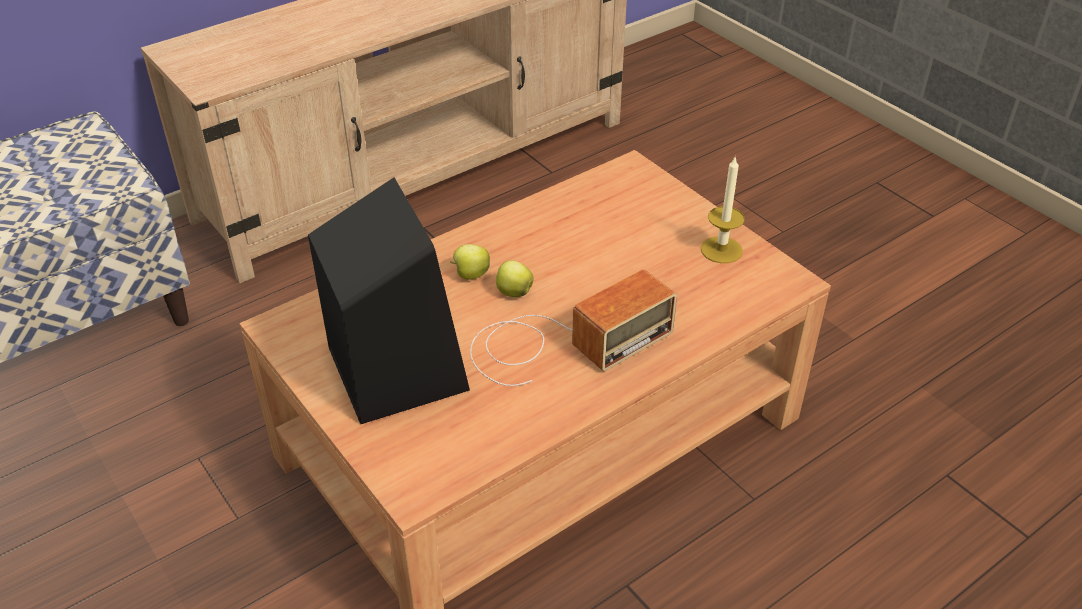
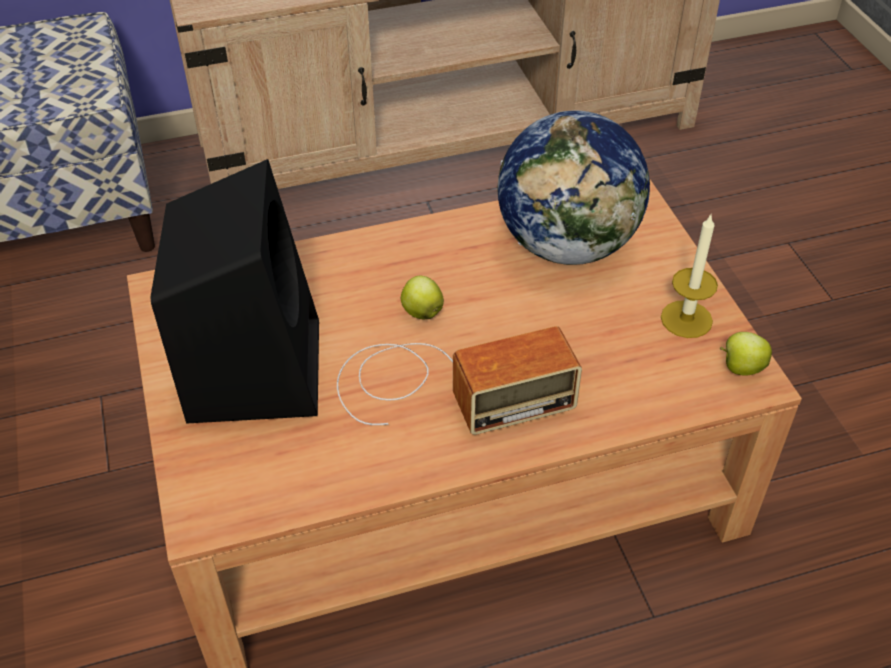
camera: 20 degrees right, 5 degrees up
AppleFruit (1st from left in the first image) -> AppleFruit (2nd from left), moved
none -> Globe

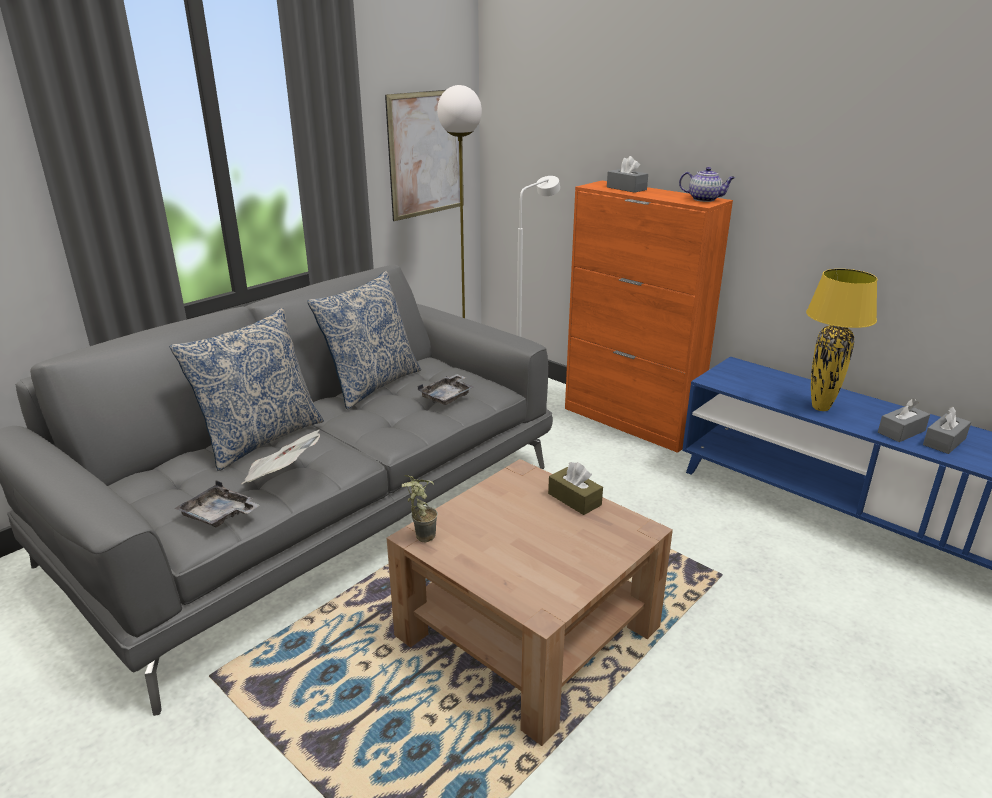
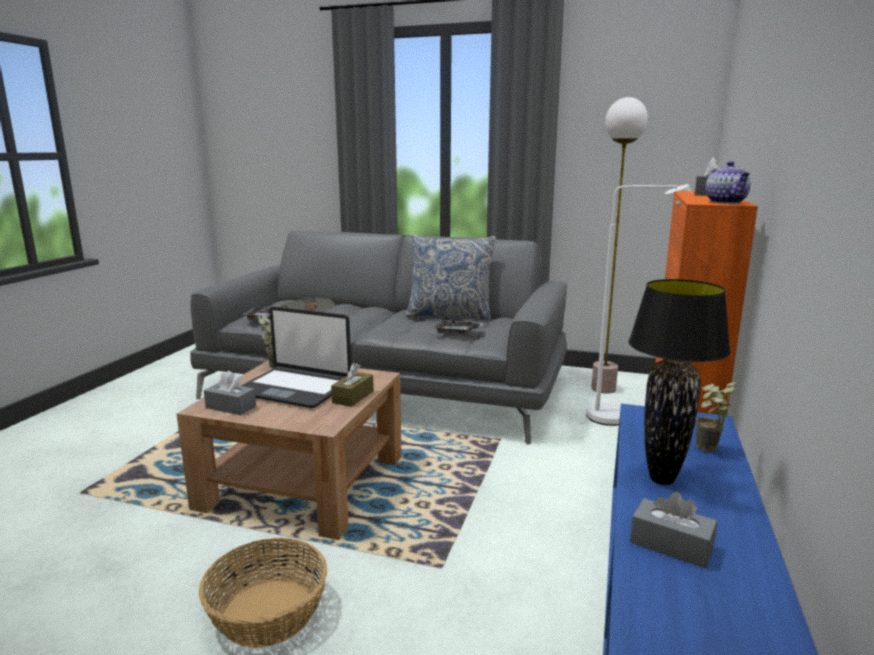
camera: 65 degrees right, 10 degrees down
Pillow (1st from left) -> none
WallPicture -> none
YellowishTabletopLamp -> BlackColouredTabletopLamp
GreyishBoxOfTissues (3rd from left in the first image) -> GreyishBoxOfTissues (1st from left), moved
none -> HouseholdBasket
none -> PortableComputer
none -> Houseplant (2nd from left)

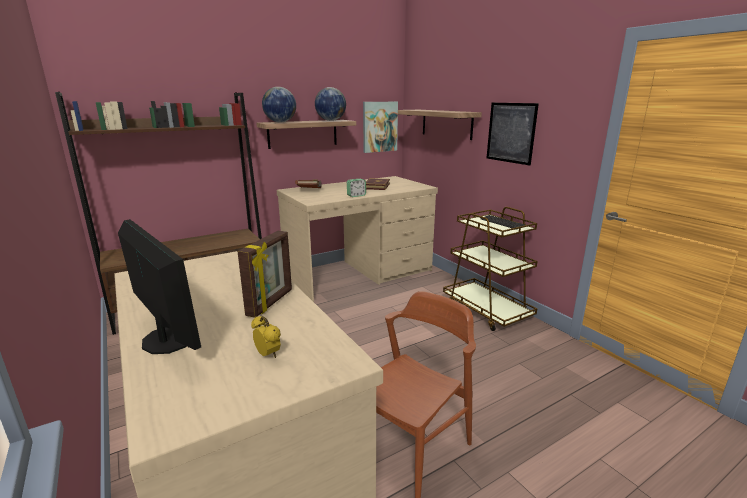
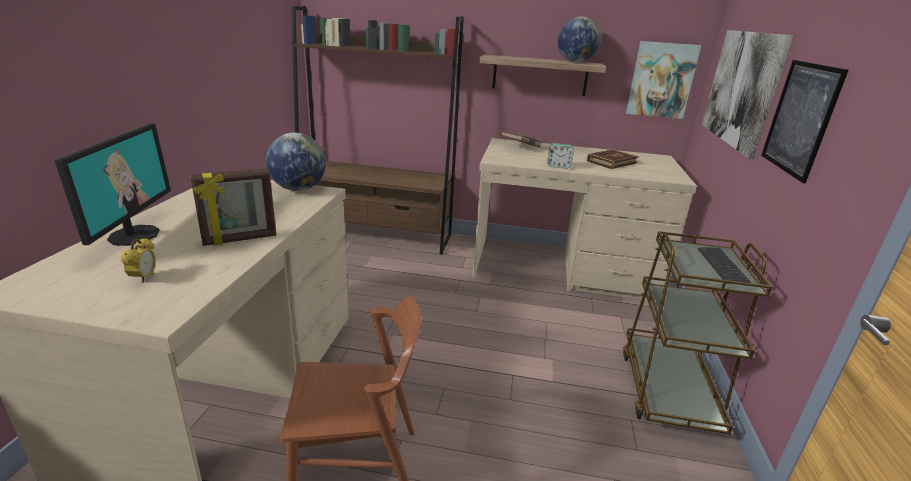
camera: 40 degrees right, 5 degrees up
Globe (1st from left), moved
WallShelf (2nd from left) -> WallPicture (2nd from left)

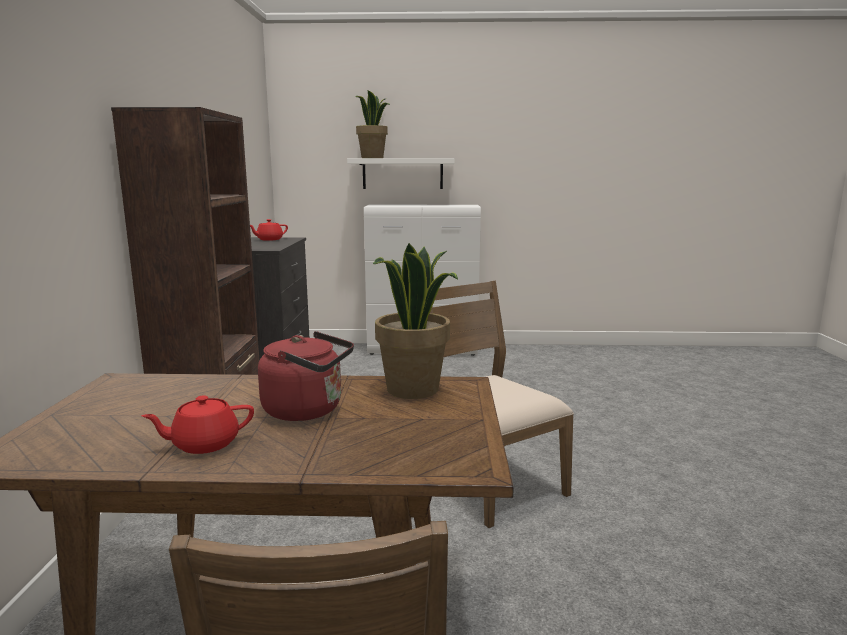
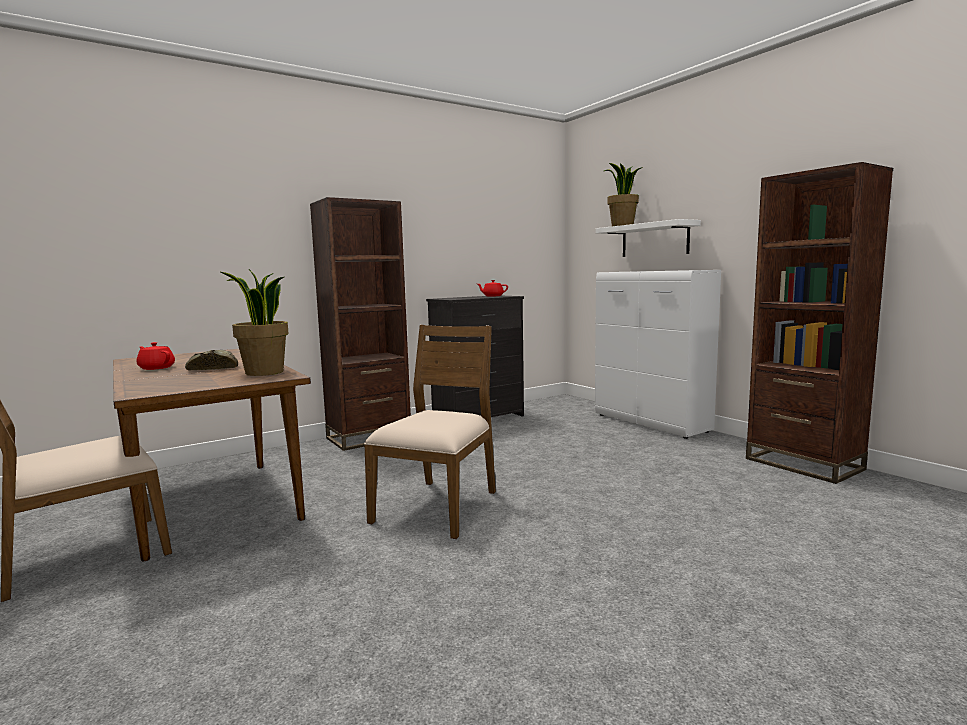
camera: 55 degrees right, 5 degrees down
RedKettle -> BakeryBread
none -> BrownColouredShelvingUnit (2nd from left)

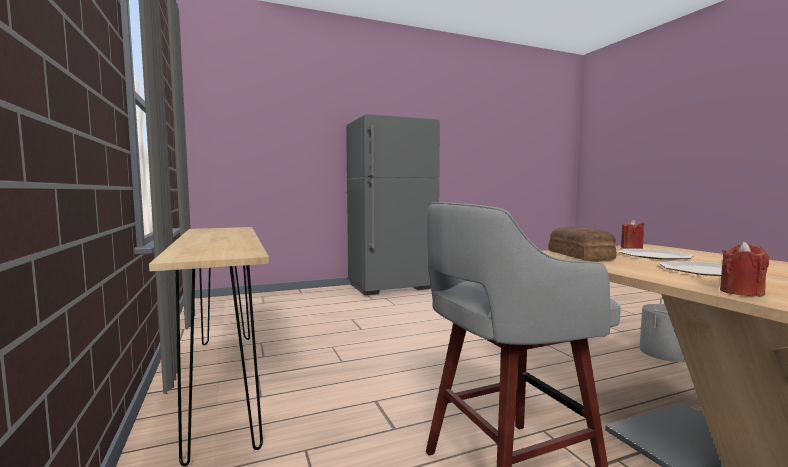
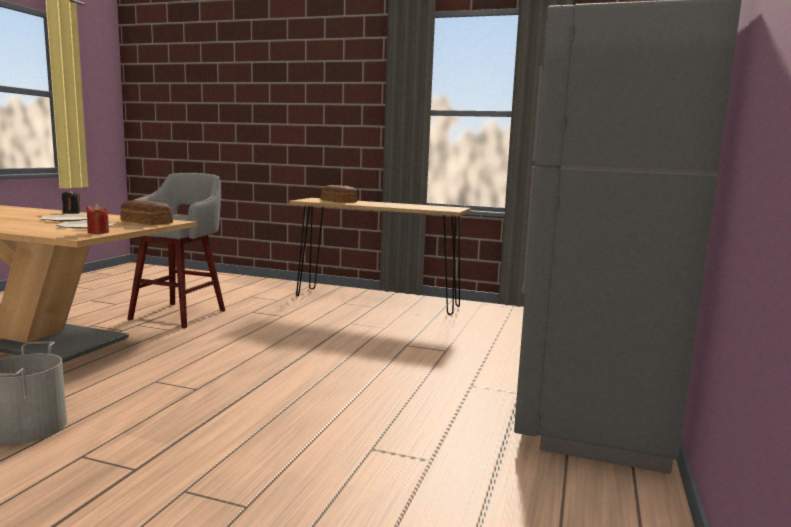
camera: 130 degrees right, 5 degrees up
RedCandle (2nd from left) -> BlackColouredCandle
none -> BakeryBread (2nd from left)

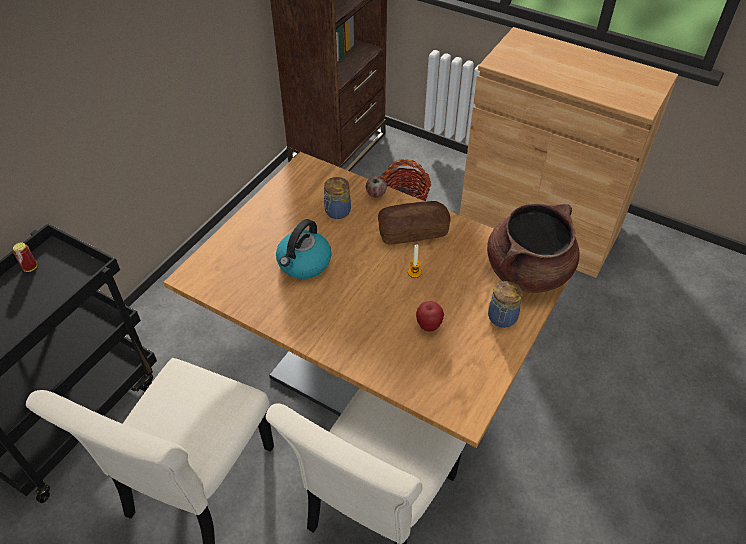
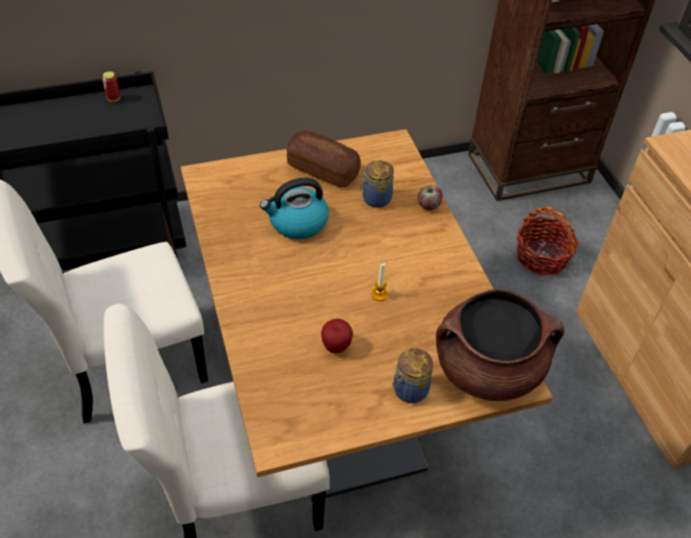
camera: 40 degrees right, 0 degrees up
BakeryBread, moved

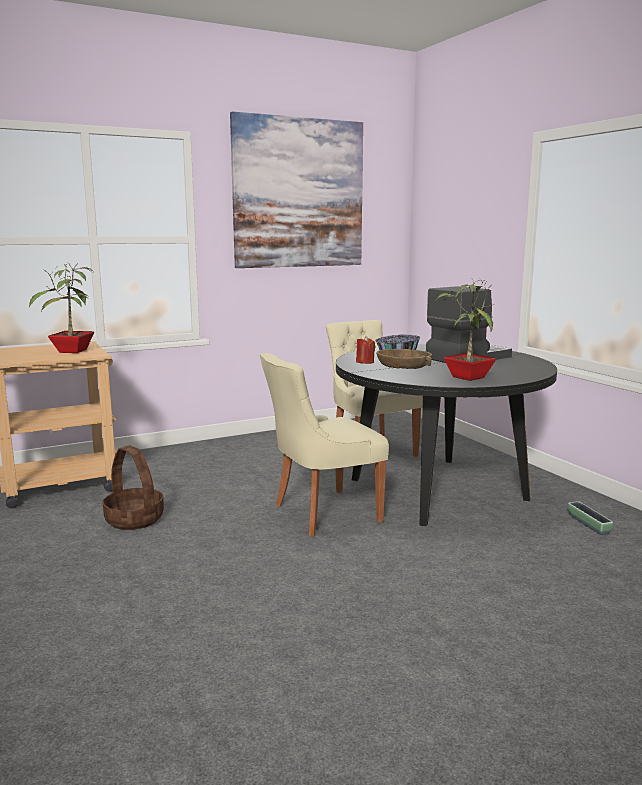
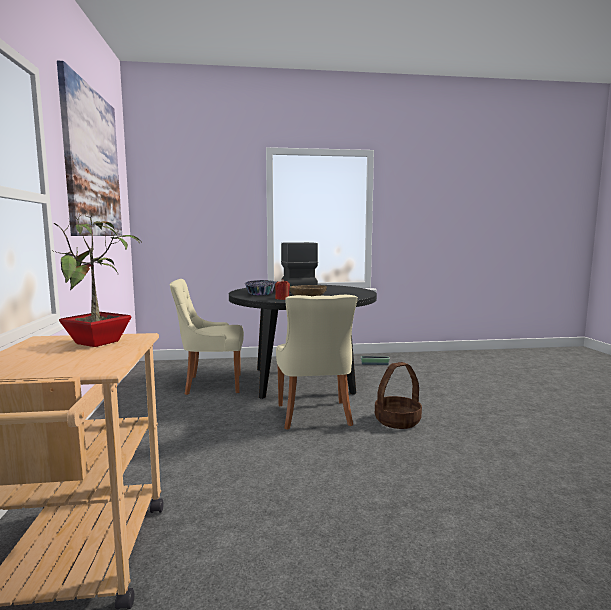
camera: 70 degrees left, 5 degrees down
HouseholdBasket, moved
Houseplant (2nd from left) -> none

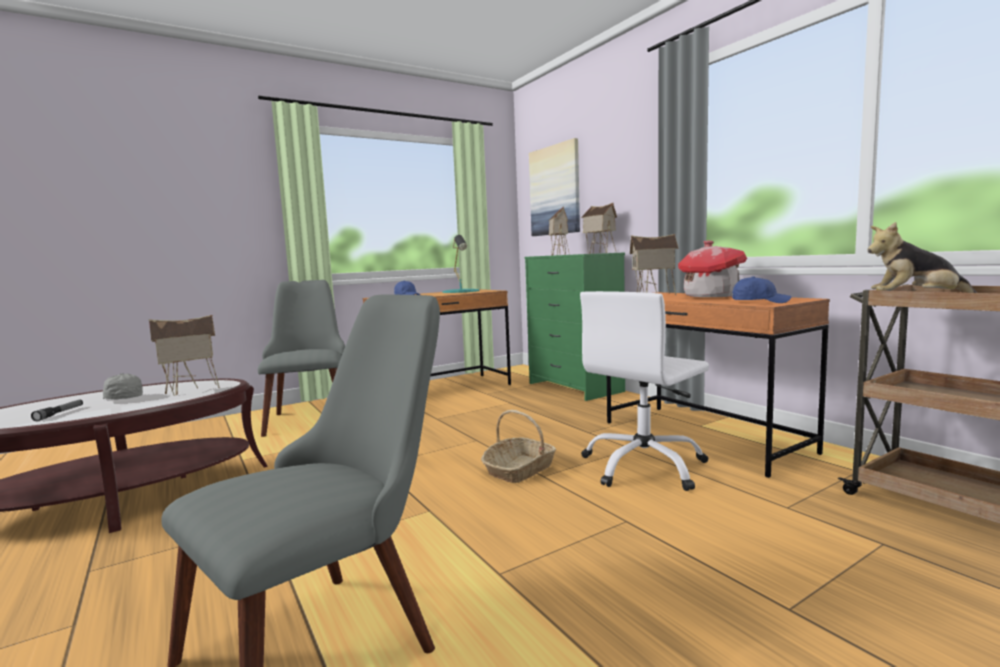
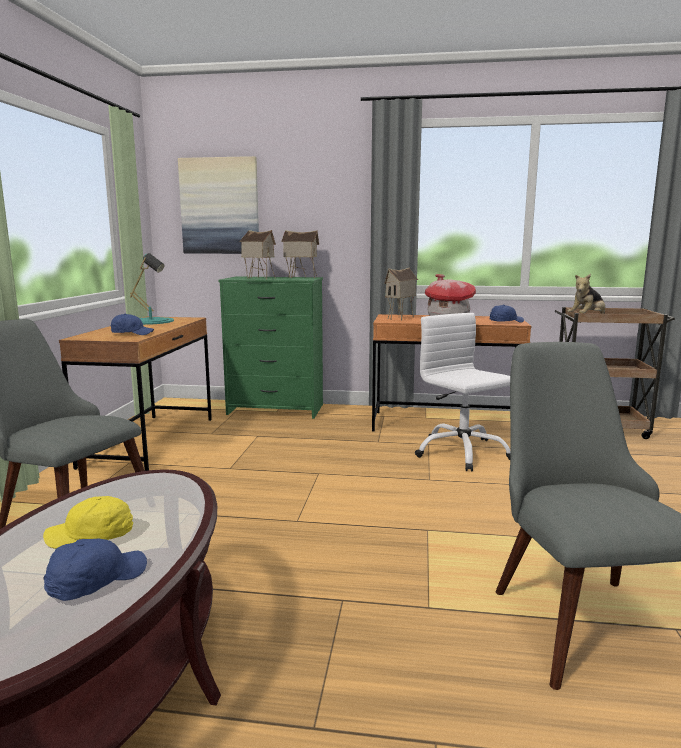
camera: 50 degrees left, 5 degrees up
HandTorch -> BluishCap (1st from left)
GreyishCap -> YellowishCap
ModelHouse (1st from left) -> none
HouseholdBasket -> none
WhitishOfficeChair, 150 degrees clockwise

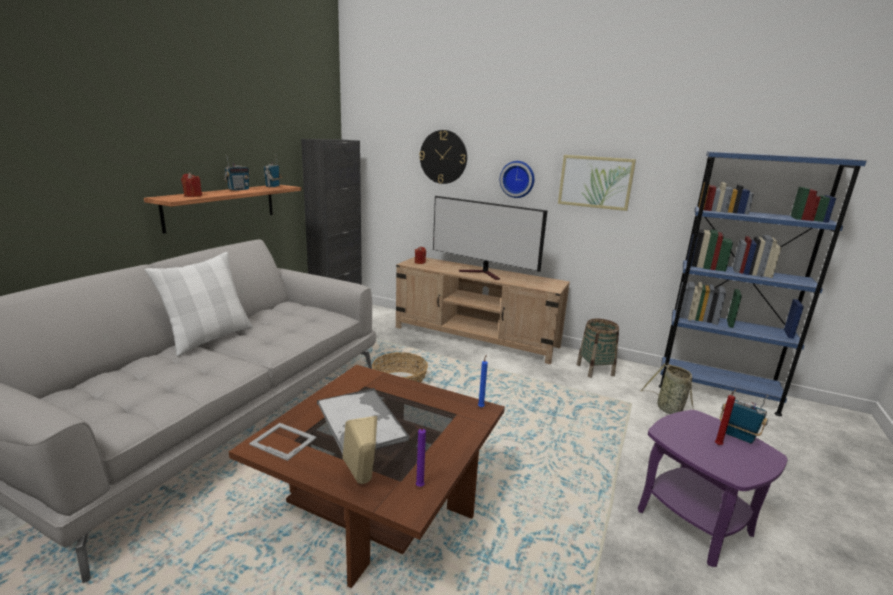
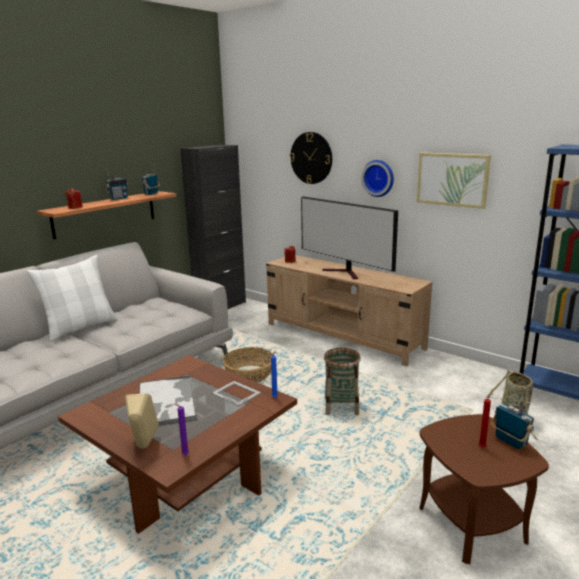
camera: 15 degrees right, 0 degrees up
StandingFrame, moved
HouseholdBasket (2nd from left), moved
PurpleColouredSideTable -> BrownColouredSideTable

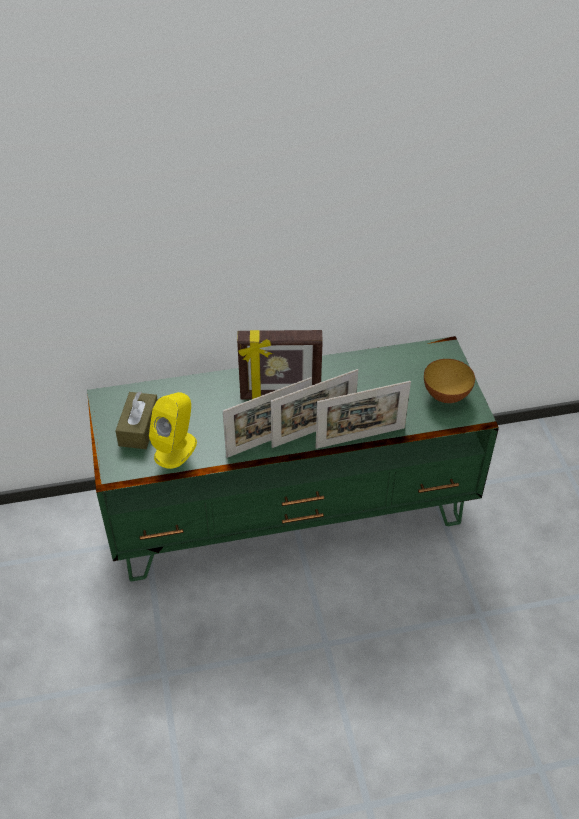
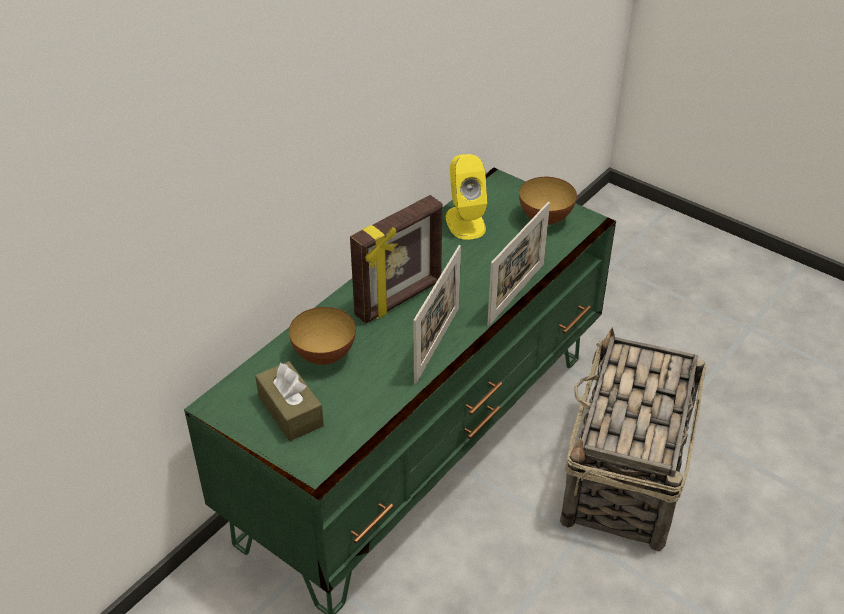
camera: 40 degrees left, 5 degrees down
YellowishAudioSpeaker, moved
StandingFrame (3rd from left) -> none
none -> Bowl (1st from left)
none -> HouseholdBasket

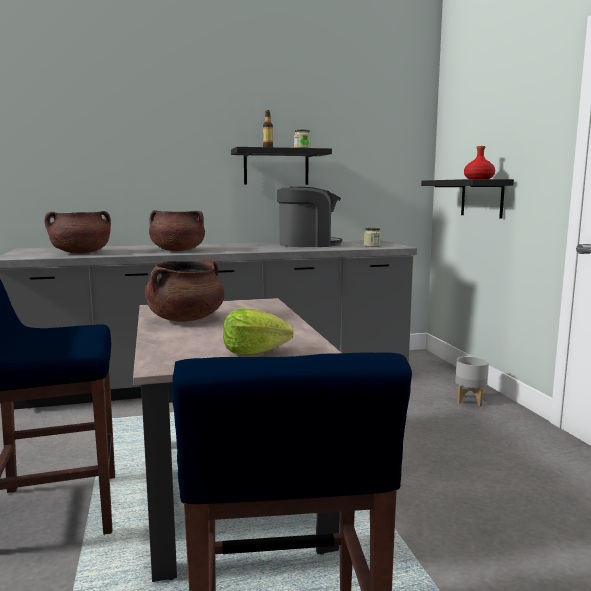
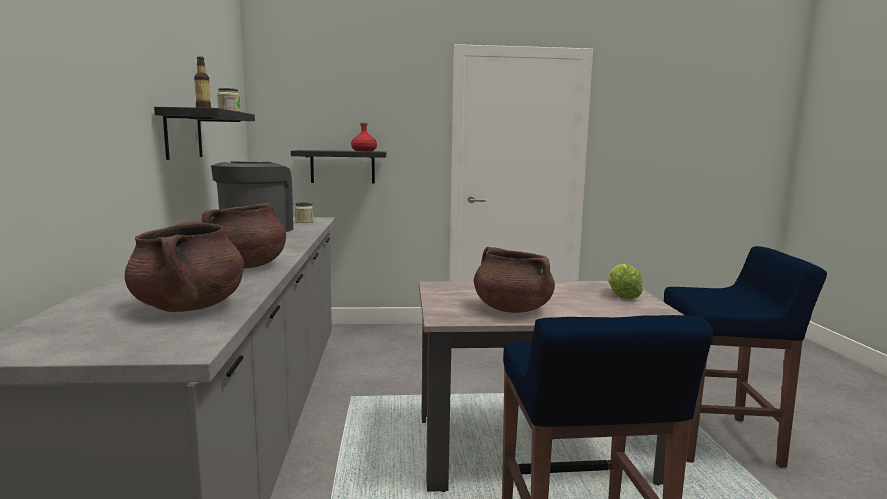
camera: 80 degrees left, 0 degrees up
GreyishPlanter -> none

